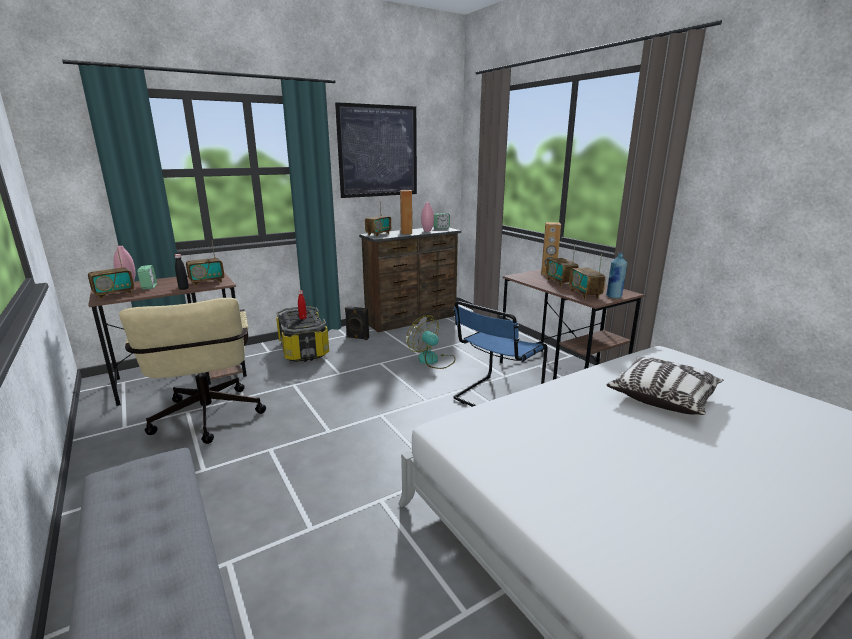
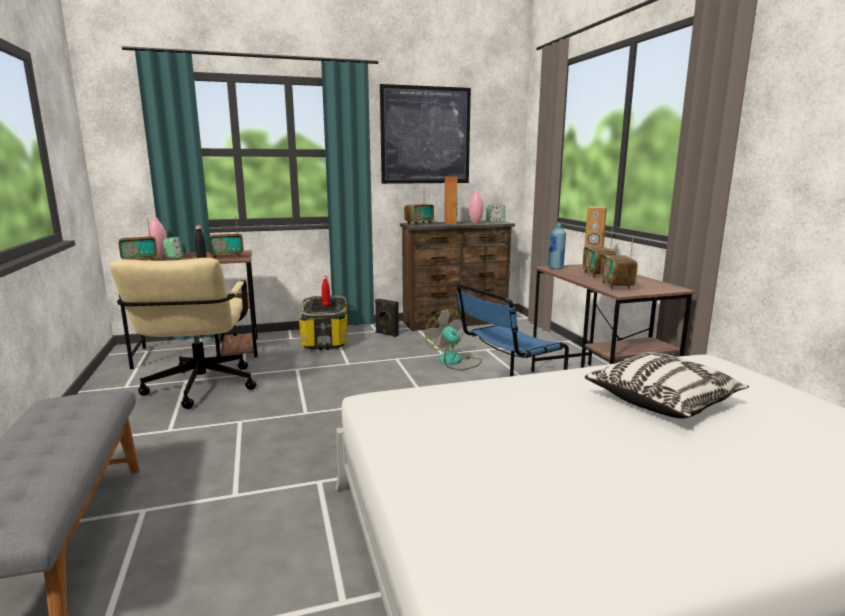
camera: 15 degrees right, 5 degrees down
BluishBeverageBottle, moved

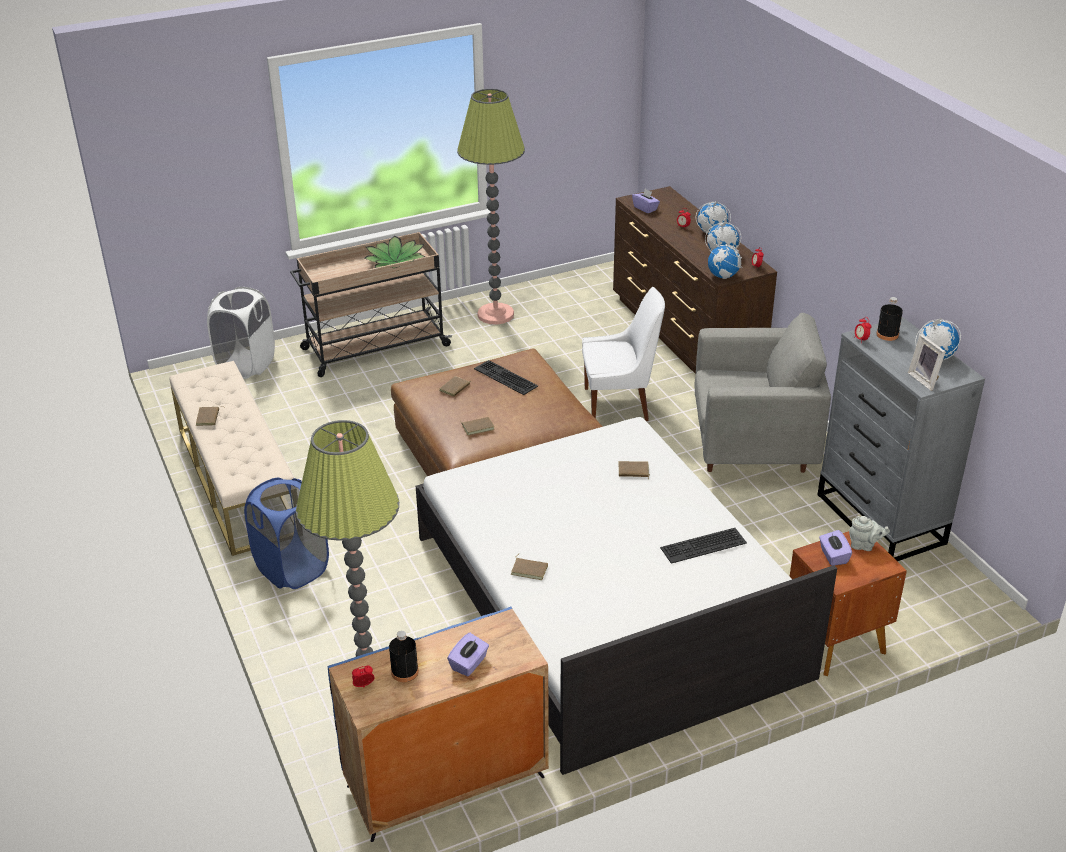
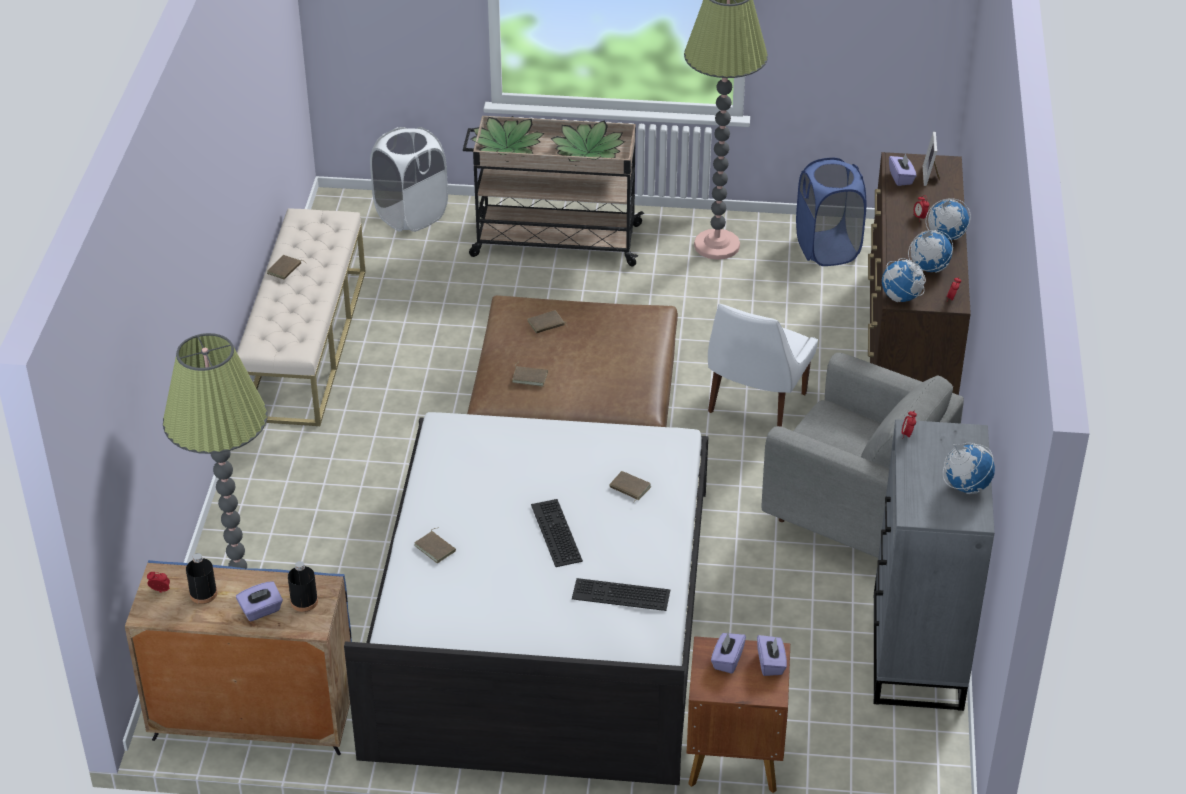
camera: 30 degrees right, 5 degrees up
BluishWashingBasket, moved
ComputerKeyboard (1st from left), moved
WhitishUprightChair, 90 degrees clockwise
GreyishTeaPot -> PurpleColouredBoxOfTissues (3rd from left)
BlackColouredBeverageBottle (2nd from left), moved
StandingFrame, moved
none -> Houseplant (1st from left)

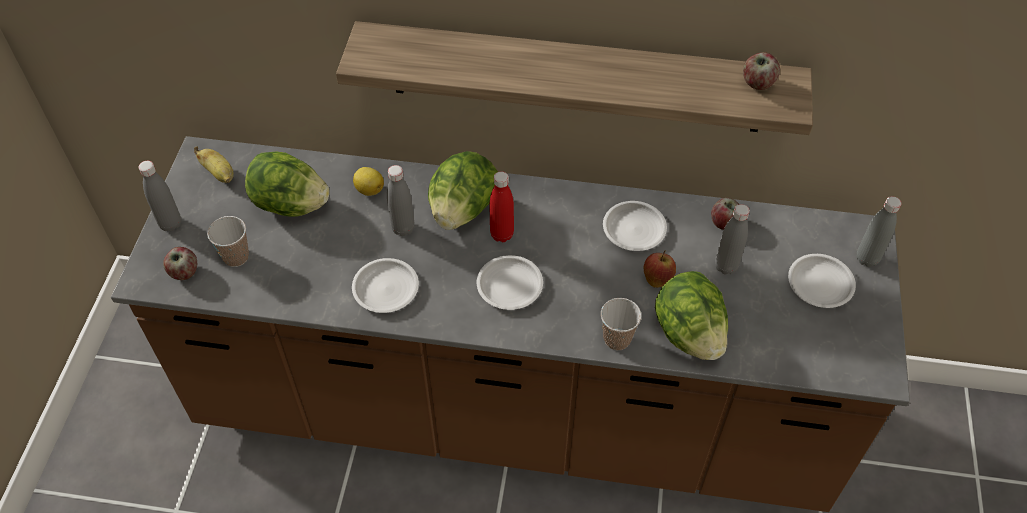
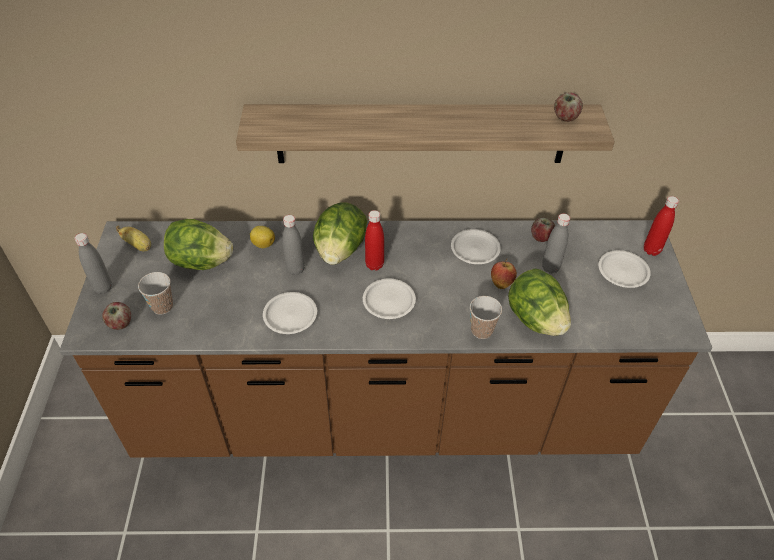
camera: 10 degrees left, 5 degrees down
GreyishBeverageBottle (4th from left) -> RedBeverageBottle (2nd from left)

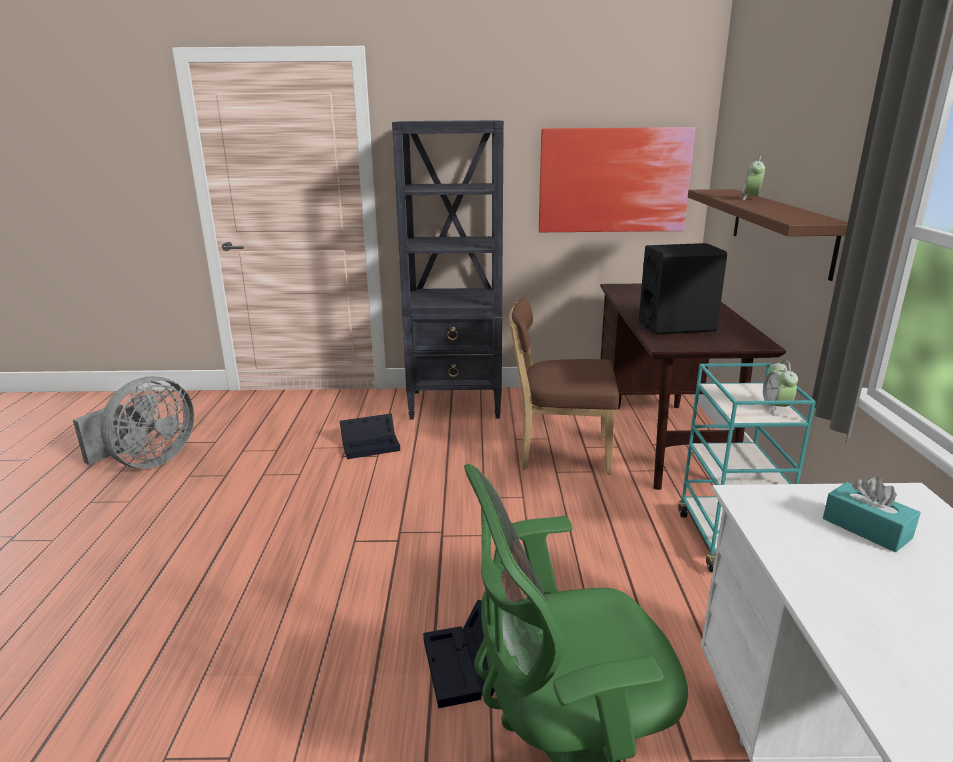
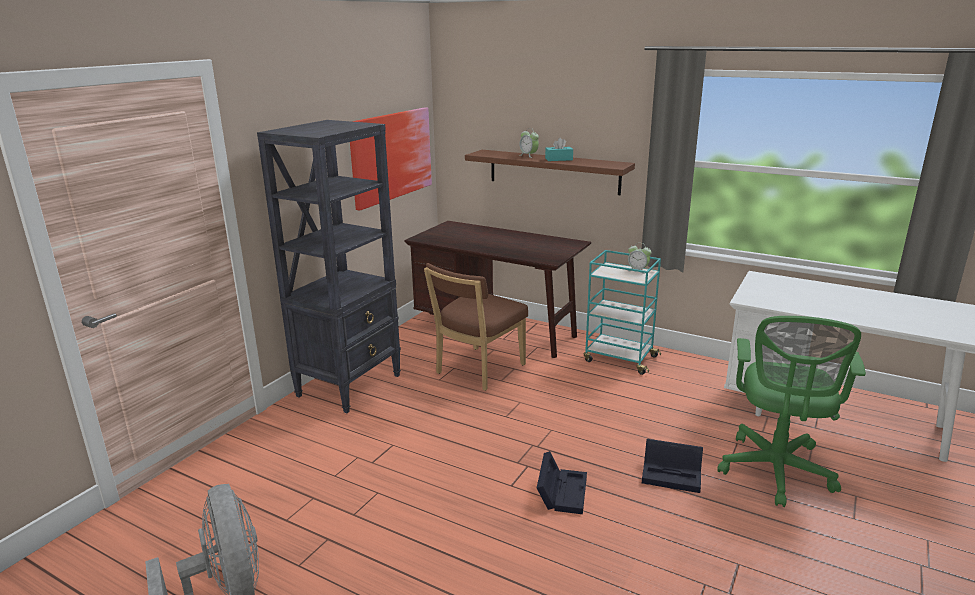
camera: 60 degrees left, 0 degrees up
BlackColouredStorageBox (1st from left), moved
BlackColouredAudioSpeaker -> none
BlueGreenBoxOfTissues, moved

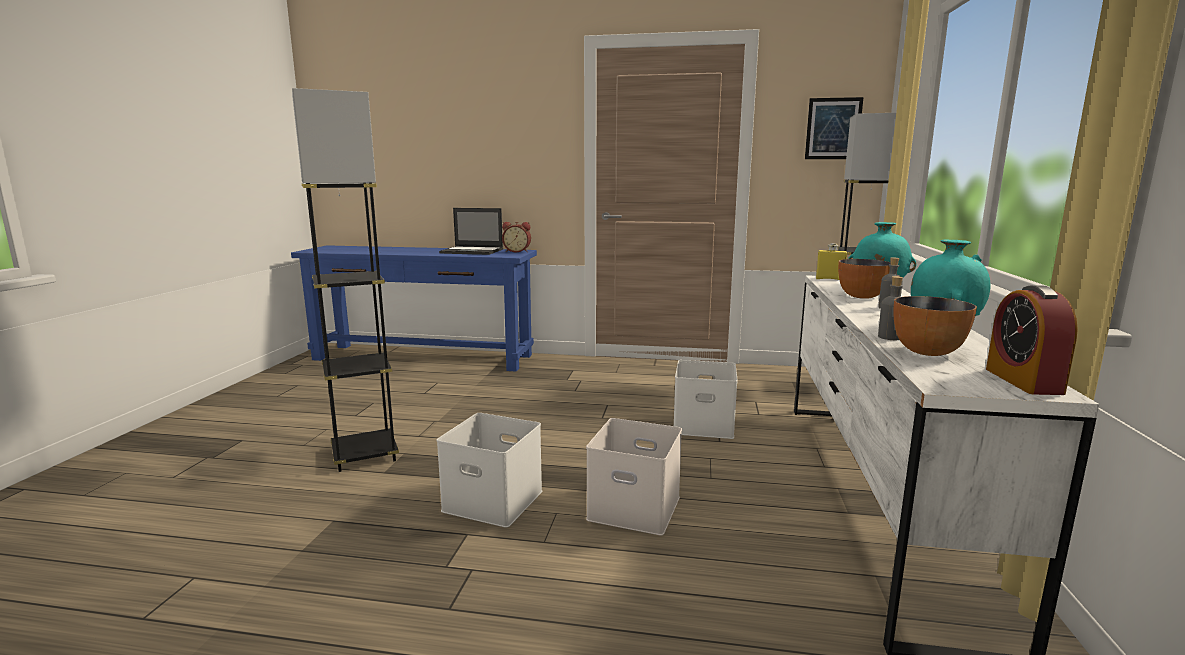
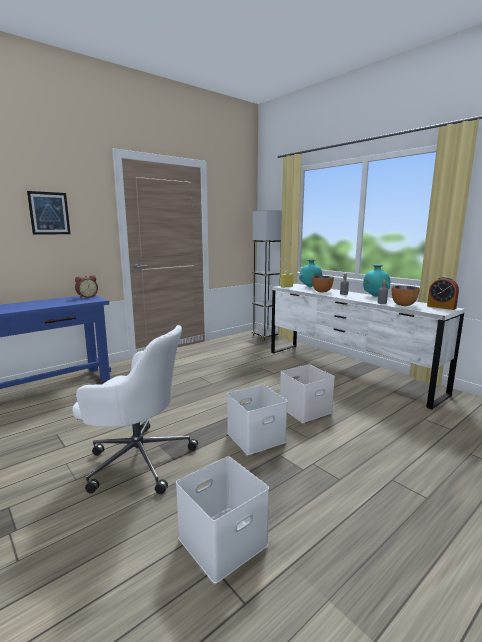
camera: 50 degrees left, 0 degrees up
GreyishStandardLamp (1st from left) -> WhitishOfficeChair
PortableComputer -> none
WhitishStorageBox (3rd from left in the first image) -> WhitishStorageBox (1st from left), moved
WallPicture, moved

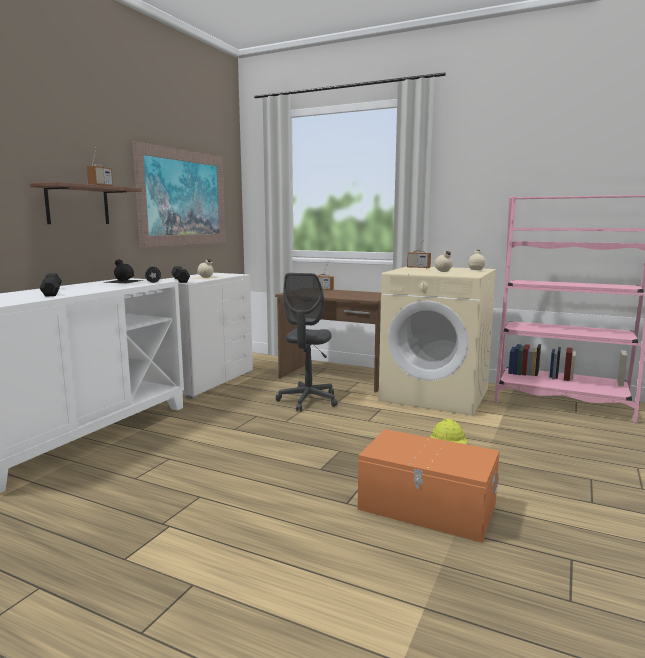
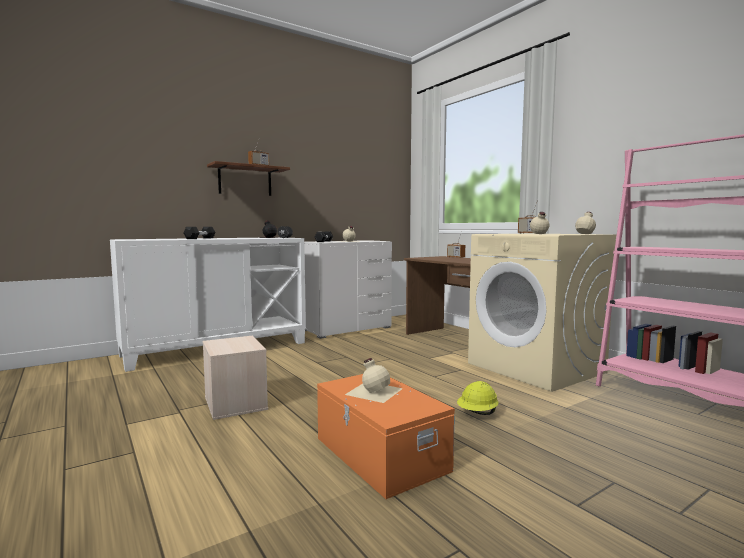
camera: 30 degrees right, 5 degrees down
WallPicture -> none
GreyishOfficeChair -> none
none -> BeigeStorageBox
none -> BeigeBeverageBottle (2nd from left)

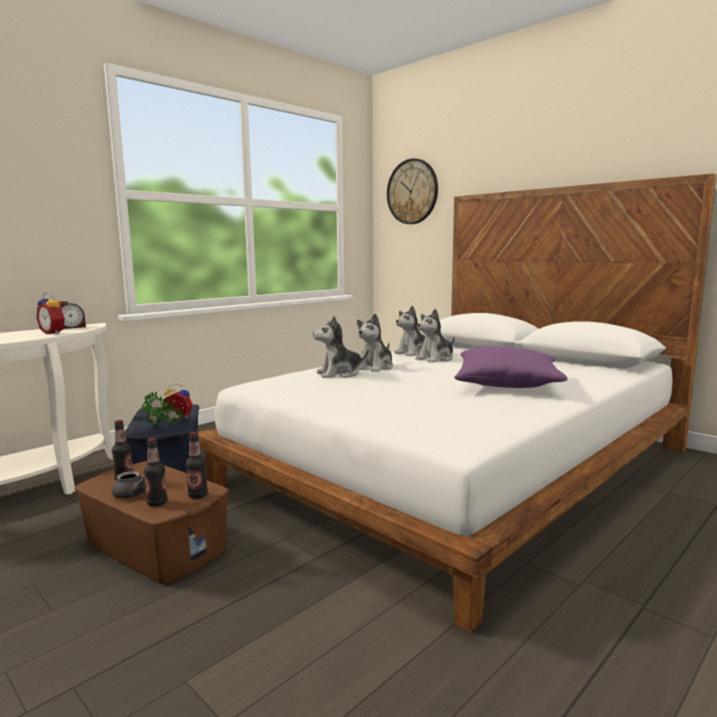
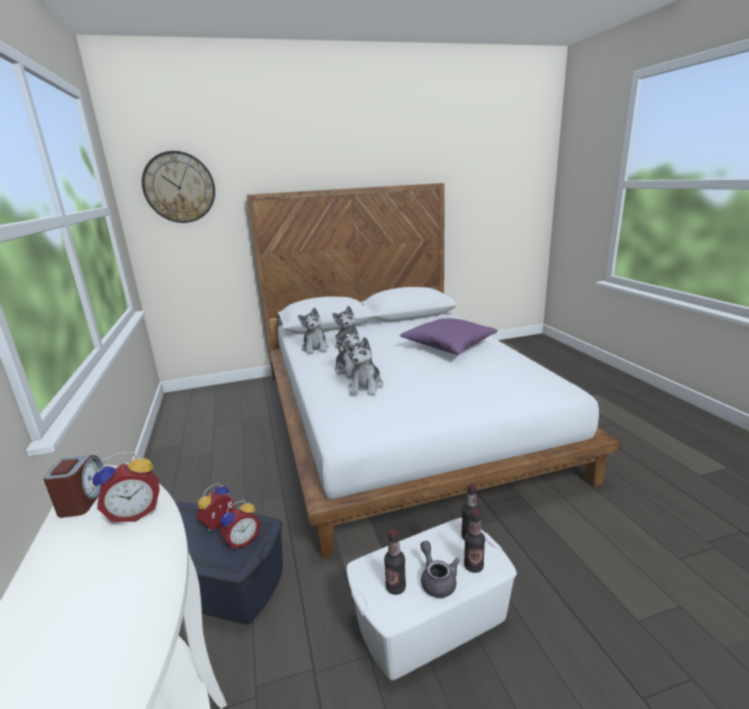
camera: 60 degrees left, 10 degrees up
BrownColouredStorageBox -> WhitishStorageBox
Houseplant -> BedsideClock (4th from left)

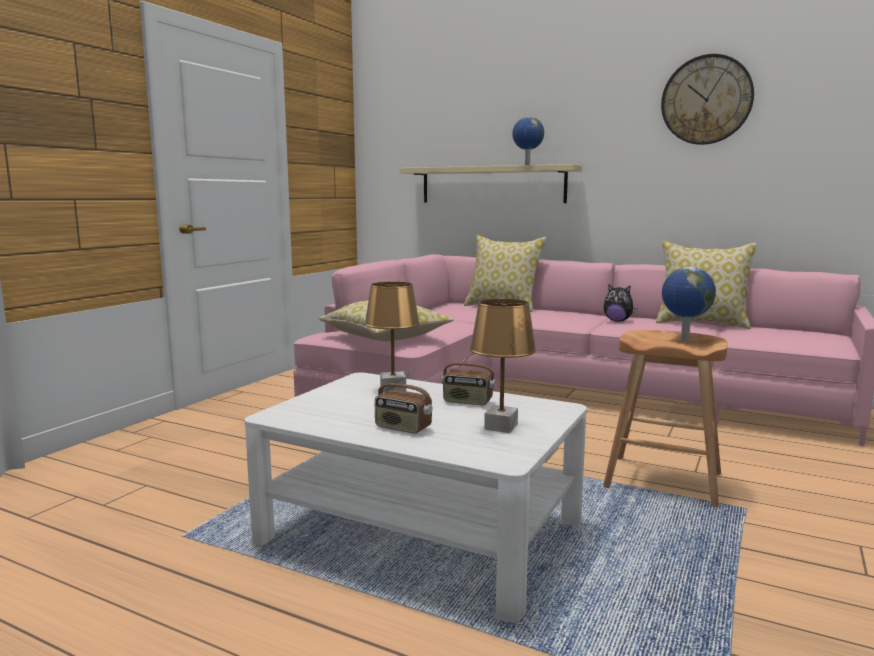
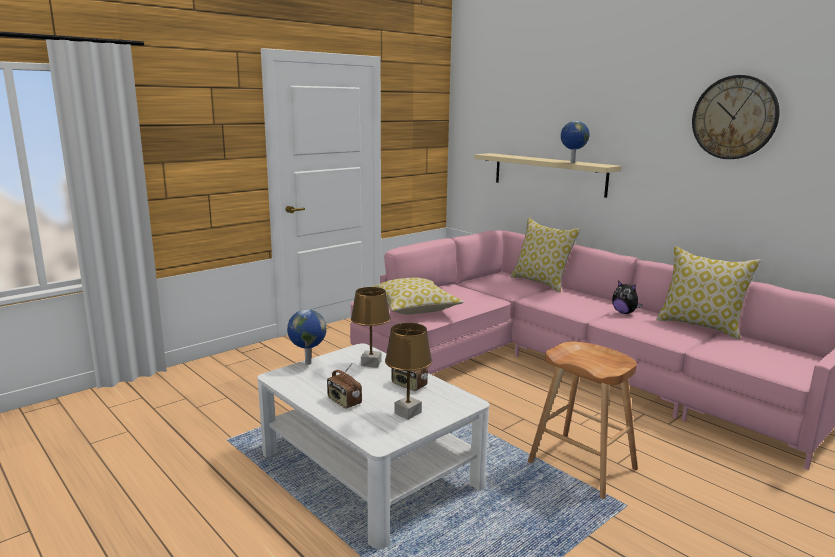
camera: 20 degrees right, 5 degrees up
Globe (2nd from left in the first image) -> Globe (1st from left), moved

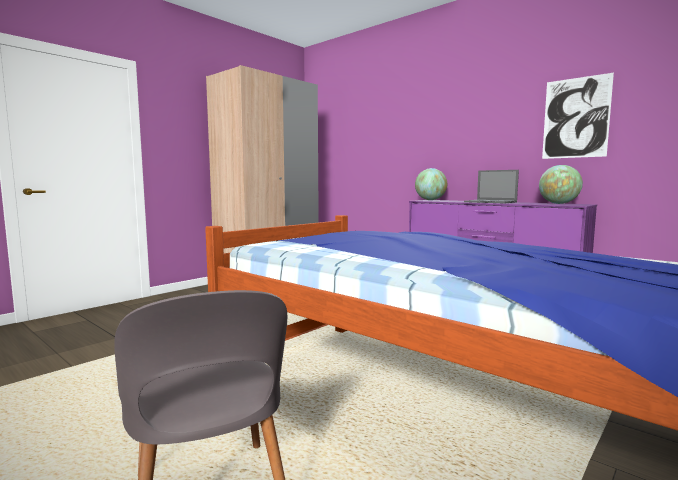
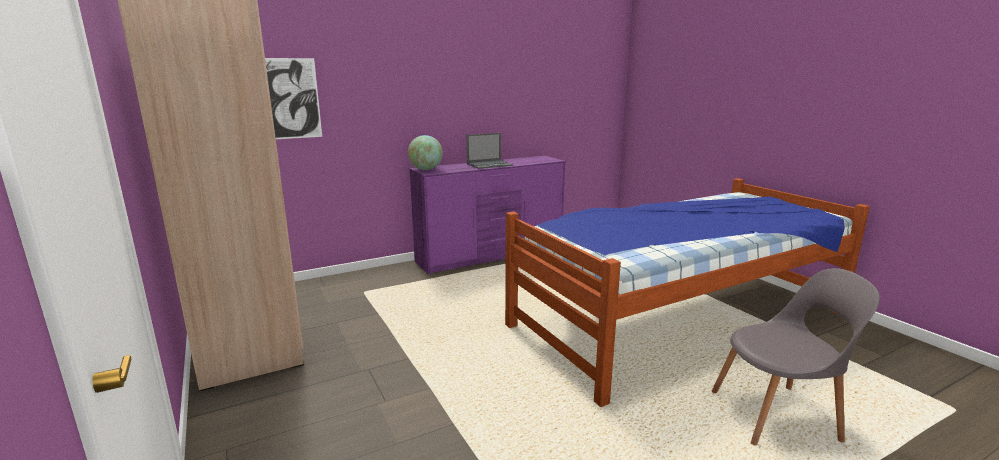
camera: 70 degrees left, 10 degrees up
Globe (2nd from left) -> none
WallPicture, moved

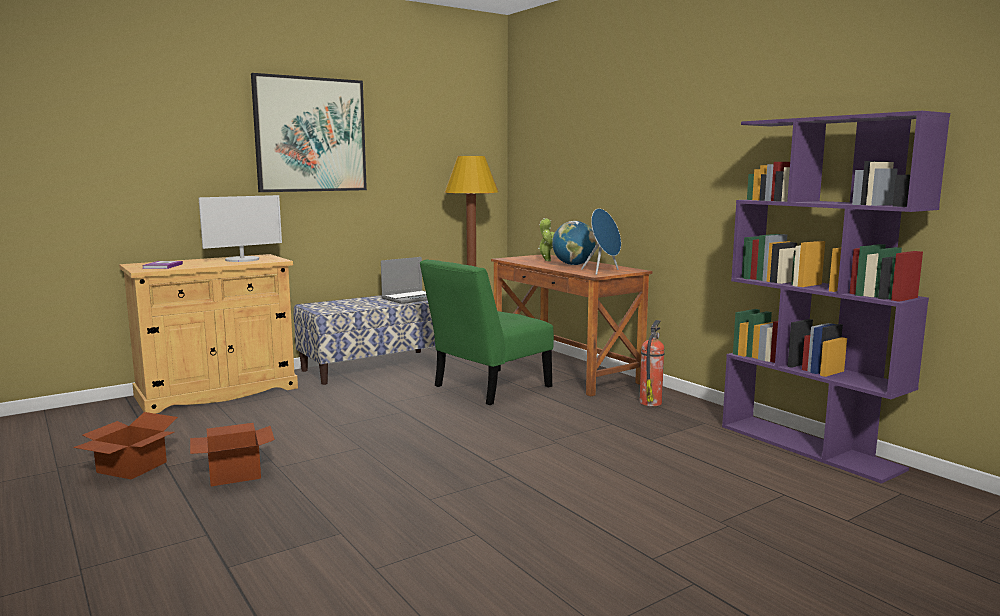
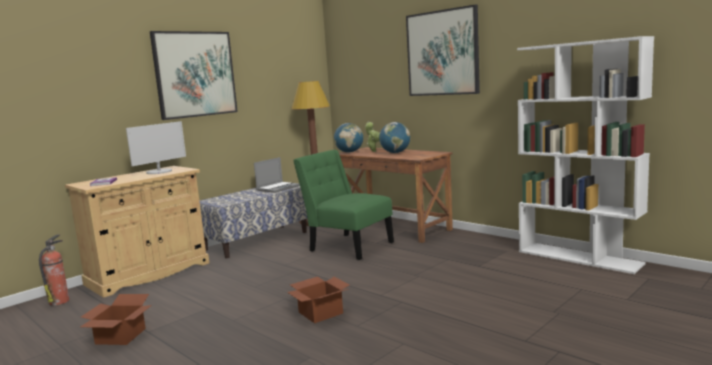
camera: 10 degrees left, 0 degrees up
PackingBox (2nd from left), moved
GreenColouredUprightChair, 90 degrees clockwise
BluishAudioSpeaker -> none
Extinguisher, moved
PurpleColouredShelvingUnit -> WhitishShelvingUnit
none -> Globe (1st from left)
none -> WallPicture (2nd from left)

